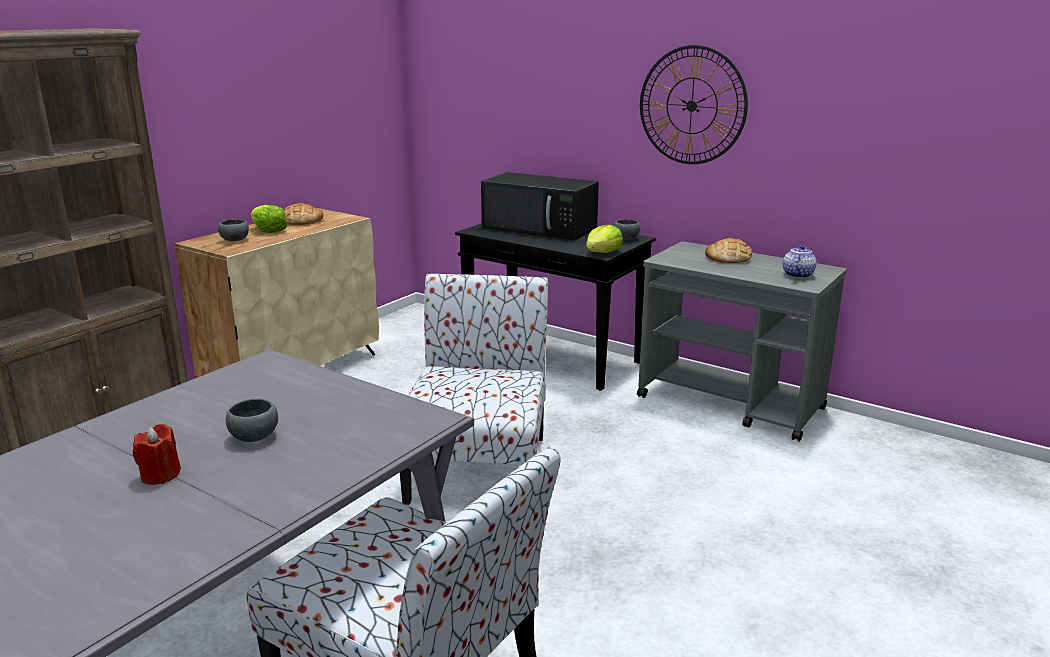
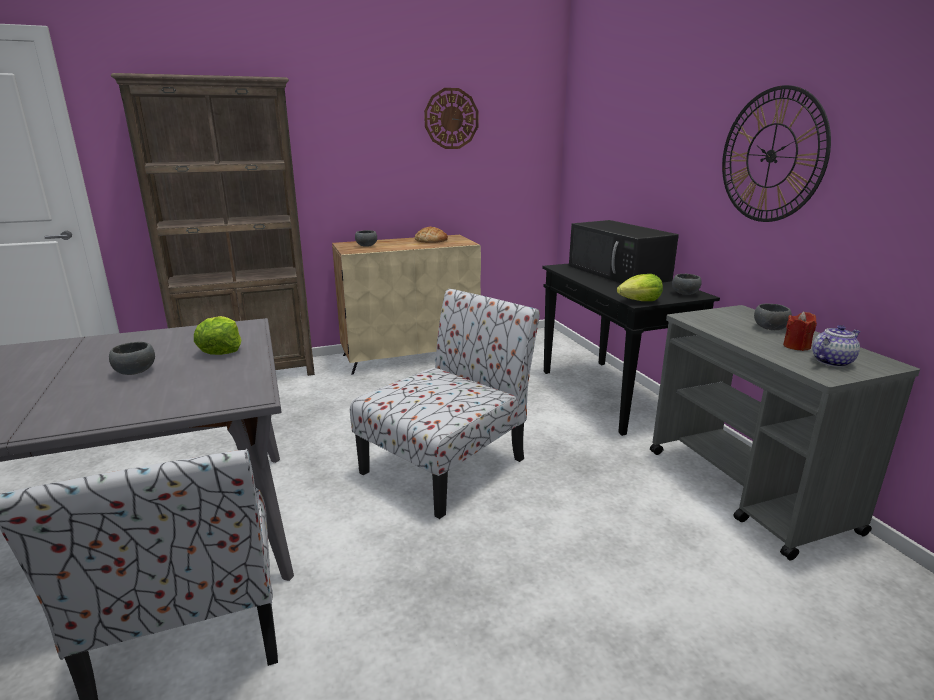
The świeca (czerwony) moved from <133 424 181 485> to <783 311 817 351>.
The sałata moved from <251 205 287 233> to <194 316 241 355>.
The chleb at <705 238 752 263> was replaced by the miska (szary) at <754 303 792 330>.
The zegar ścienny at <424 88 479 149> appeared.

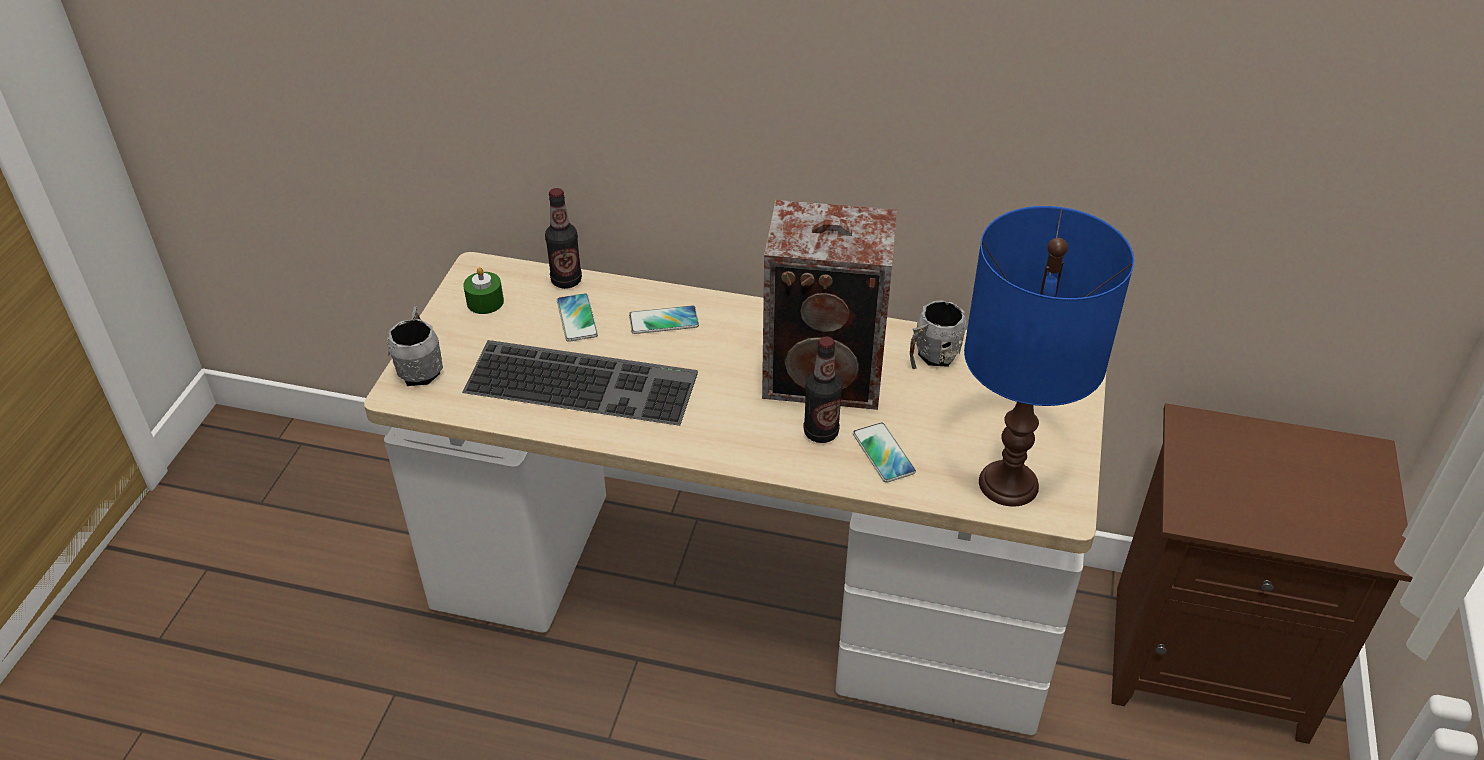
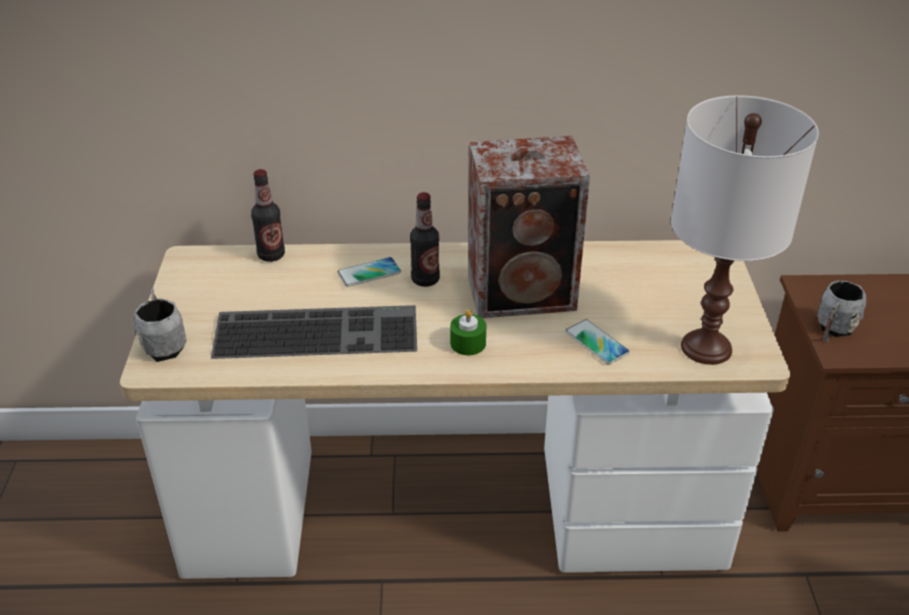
The świeca (zielony) moved from <463 267 504 314> to <450 310 486 355>.
The telefon at <557 293 598 342> disappeared.
The butelka moved from <804 336 842 443> to <410 192 440 287>.
The kubek (szary) moved from <910 300 967 369> to <817 281 866 342>.
The lampa stołowa (niebieski) at <964 206 1134 506> became the lampa stołowa (biały) at <671 95 819 365>.

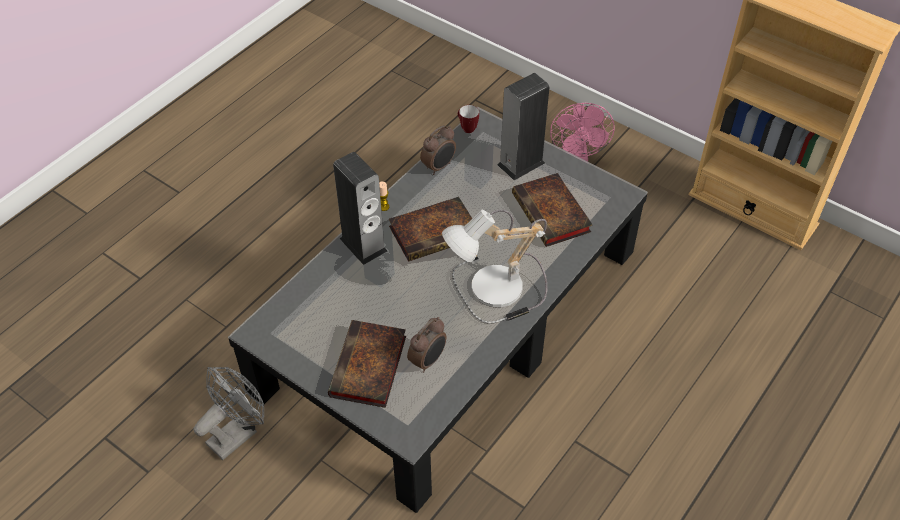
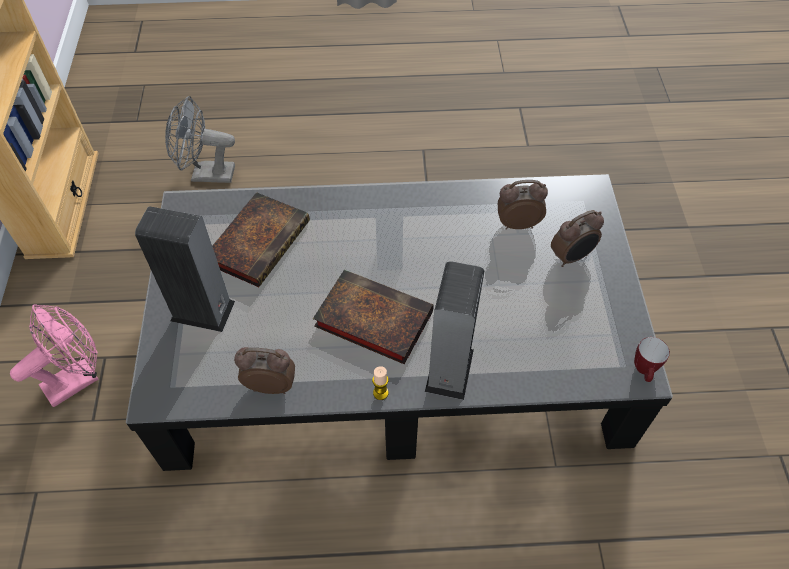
The wentylator (szary) moved from <193 367 264 460> to <165 96 235 183>.
The książka at <328 320 406 408> was replaced by the budzik at <551 210 604 267>.
The lampa stołowa at <442 209 547 324> disappeared.
The kubek moved from <458 105 479 133> to <634 337 670 382>.

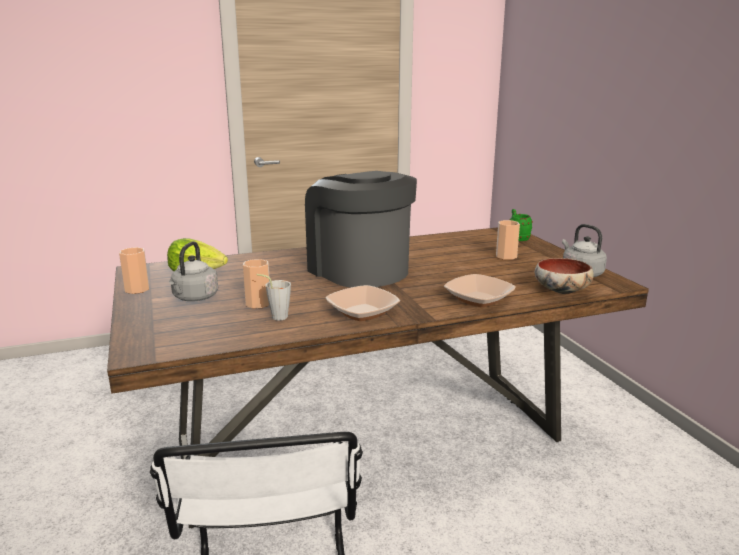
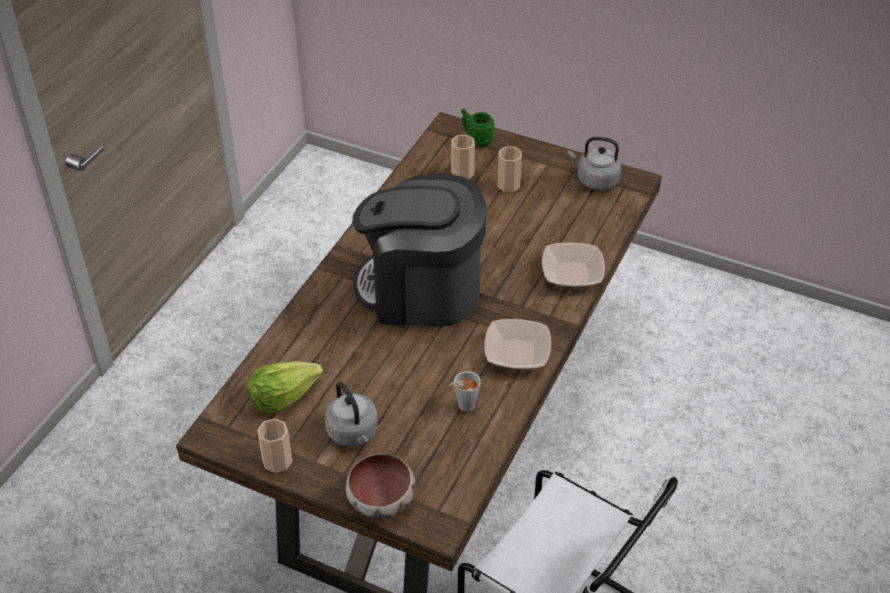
The filiżanka moved from <243 259 270 309> to <451 135 475 179>.
The miska moved from <535 258 594 294> to <346 454 416 518>.

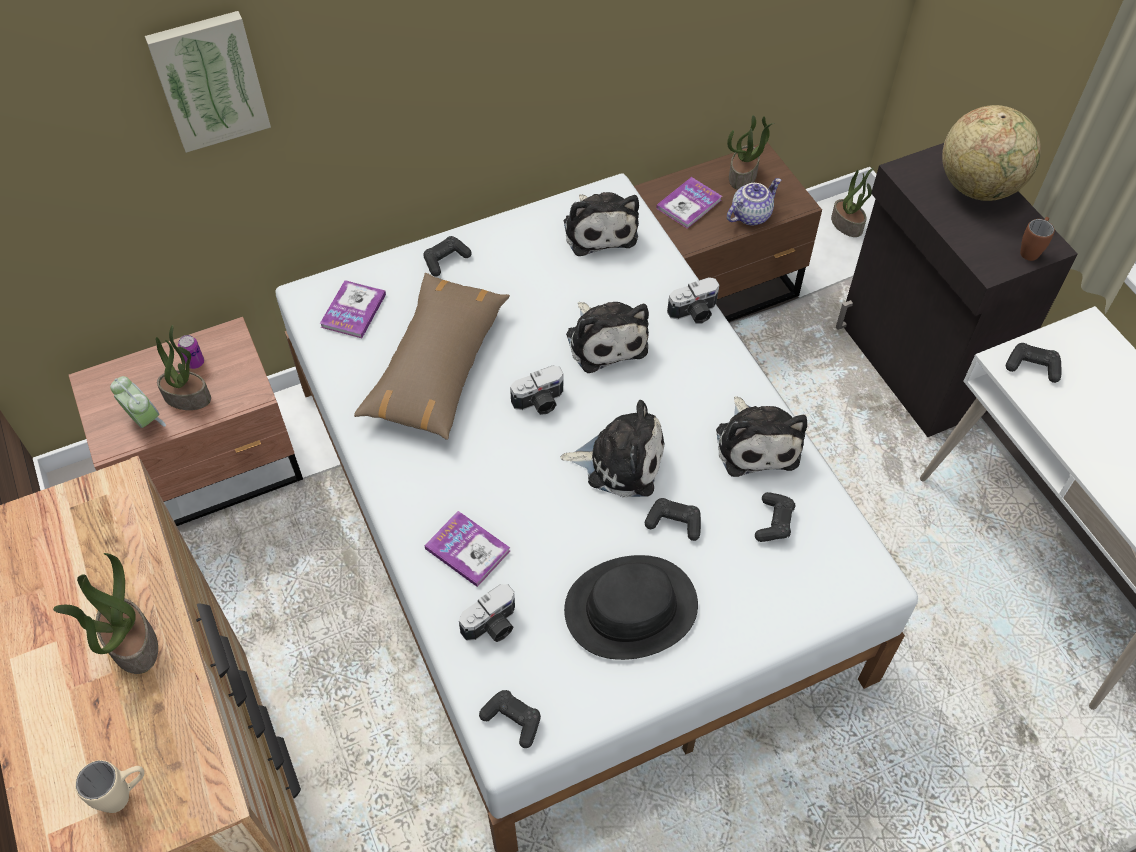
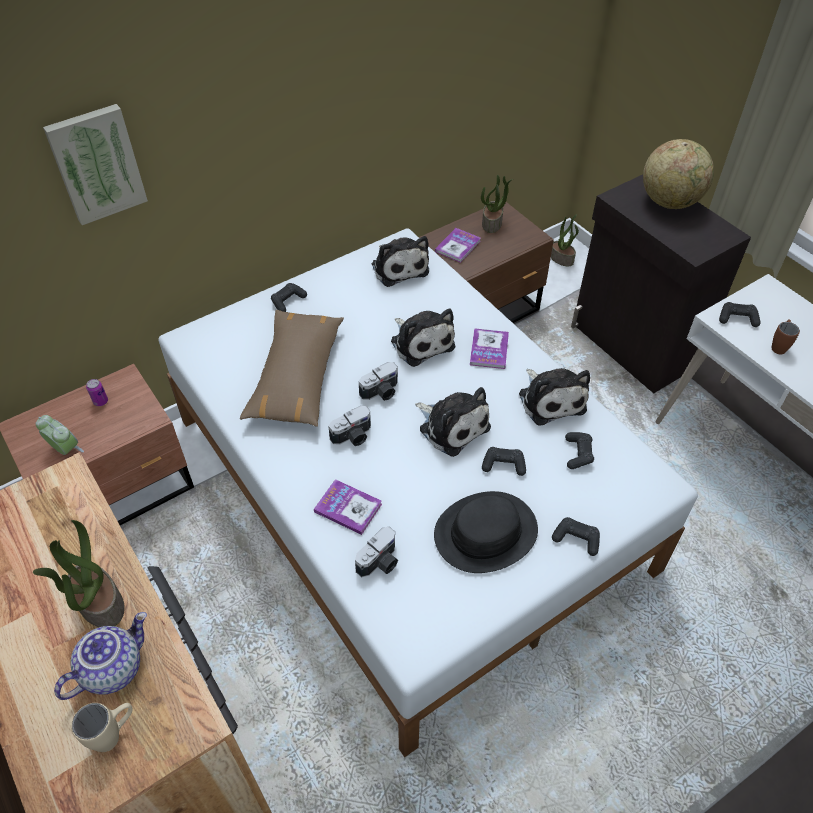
The roślina doniczkowa at <156 325 211 410> disappeared.
The książka moved from <320 280 386 338> to <470 328 509 369>.
The pad do gier (czarny) moved from <479 690 541 748> to <552 517 600 556>.
The pluszak at <560 400 664 497> turned 45 degrees clockwise.
The aparat fotograficzny moved from <667 277 719 324> to <328 406 371 446>.
The imbryk moved from <727 178 781 225> to <54 612 147 700>.
The kubek (brązowy) moved from <1020 217 1055 261> to <772 319 800 354>.

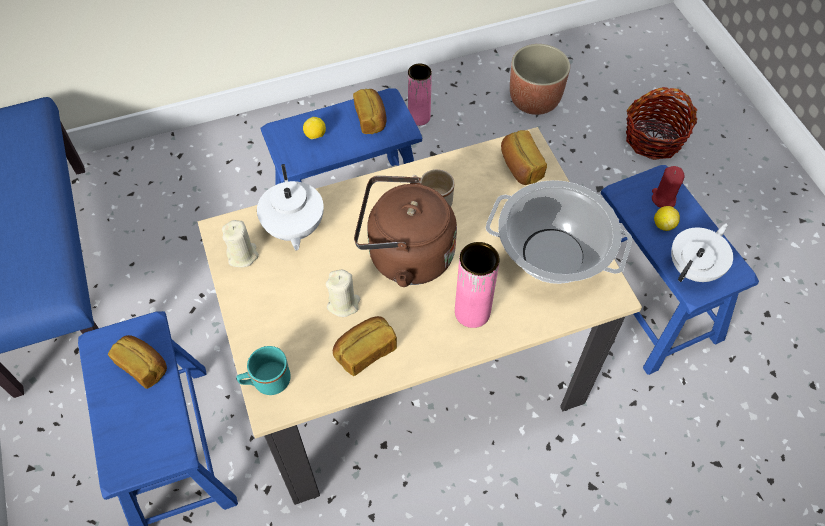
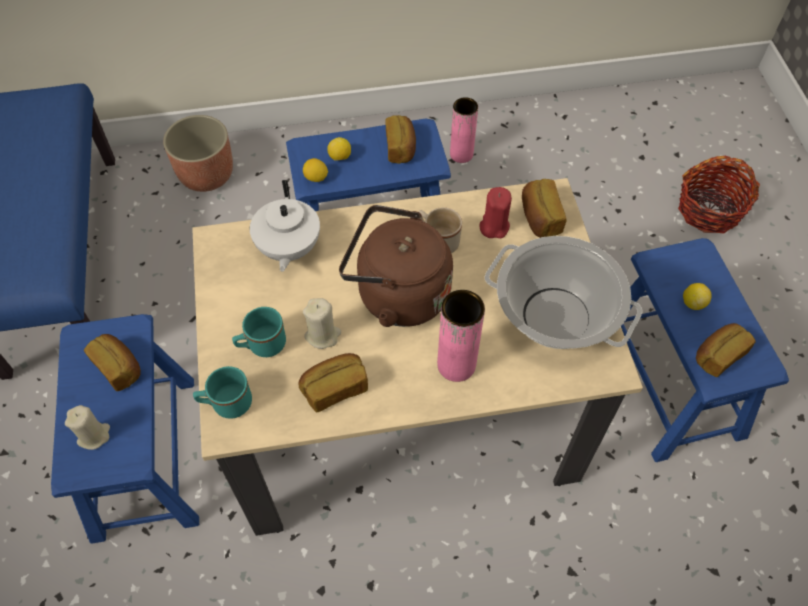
The świeca (beżowy) moved from <222 220 259 267> to <65 405 110 450>.
The donica moved from <510 44 570 115> to <163 115 233 192>.
The świeca (czerwony) moved from <652 166 684 208> to <479 187 512 238>.
The imbryk (biały) at <671 223 733 282> was replaced by the chleb at <696 323 756 377>.
The kubek (turkusowy) at <232 307 286 357> appeared.
The cytryna at <303 158 328 182> appeared.

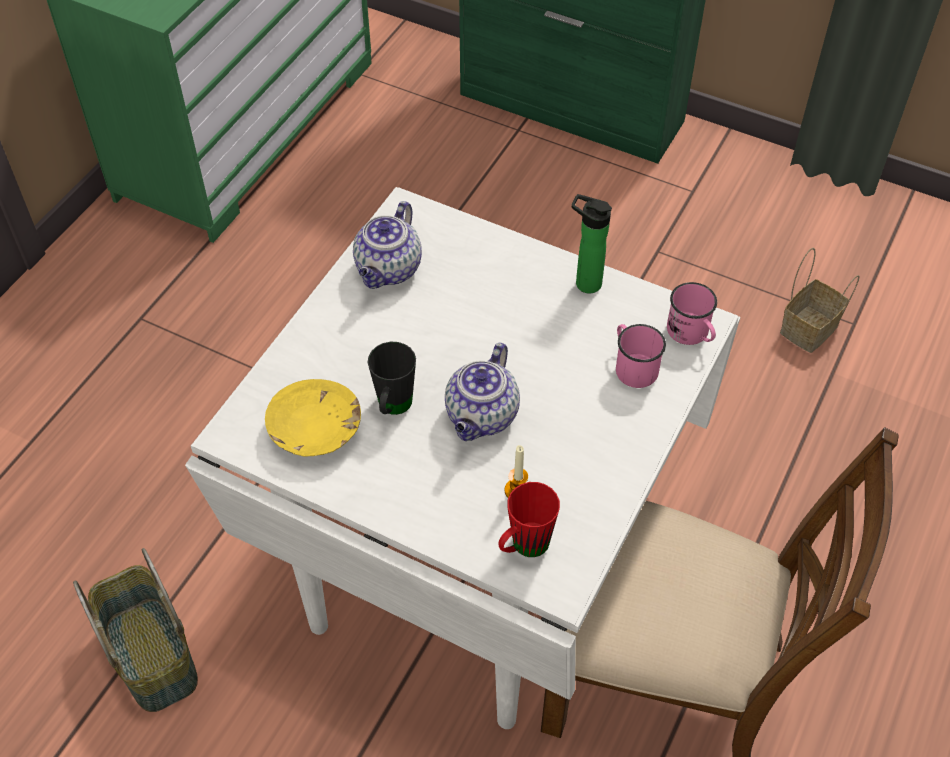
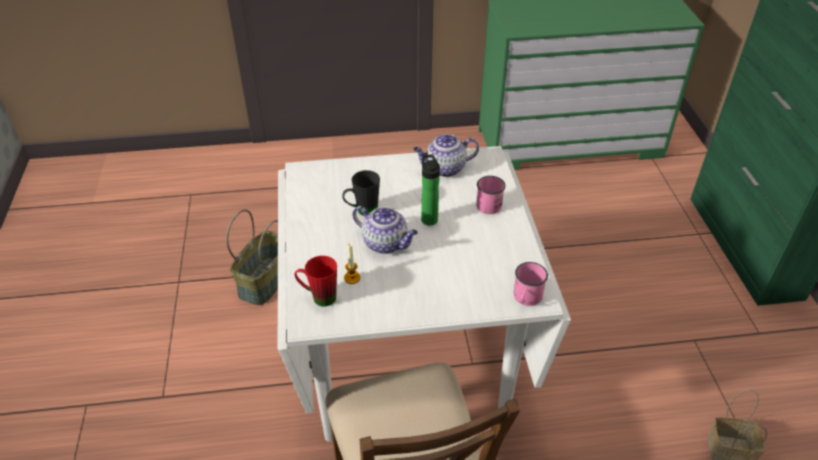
The miska (żółty) at <265 379 361 457> disappeared.
The imbryk at <445 342 520 441> turned 135 degrees counterclockwise.
The butelka moved from <572 194 612 294> to <421 154 440 226>.
The kubek (różowy) moved from <616 324 666 388> to <476 176 506 214>.

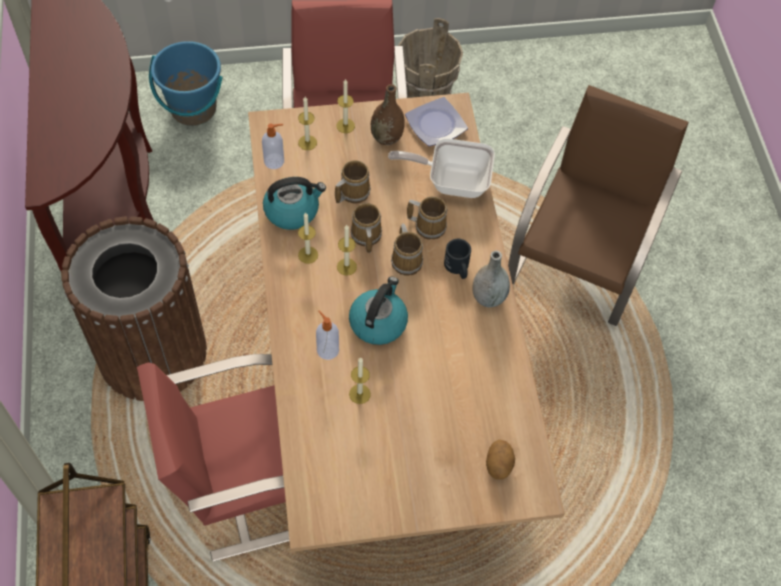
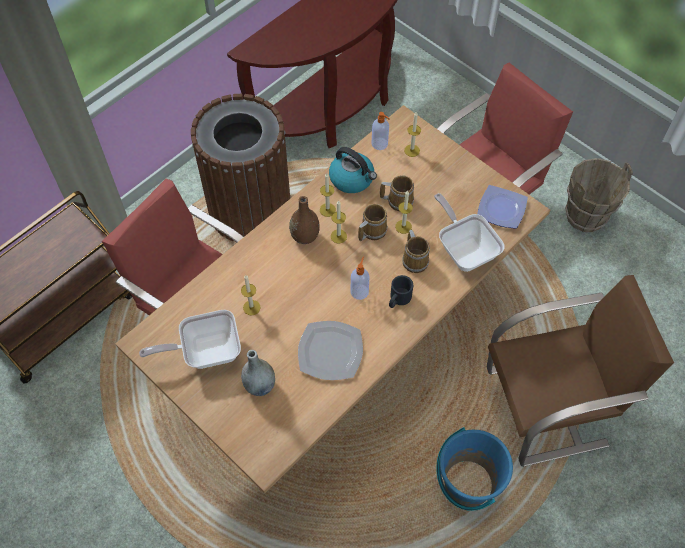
The wiadro (niebieski) moved from <149 41 223 126> to <436 427 513 511>.
The dozownik mydła moved from <316 310 339 360> to <350 257 370 300>.
The świeca moved from <336 79 355 133> to <395 190 413 234>.
The czajnik at <349 277 408 345> disappeared.
The wazon (brązowy) moved from <371 84 405 145> to <289 196 320 244>.
The kubek at <391 223 423 276> disappeared.
The wazon (szary) moved from <473 250 510 307> to <241 350 275 396>.
The ziemniak at <486 440 515 479> disappeared.
The patelnia at <139 310 241 369> appeared.
The talerz at <298 321 363 380> appeared.

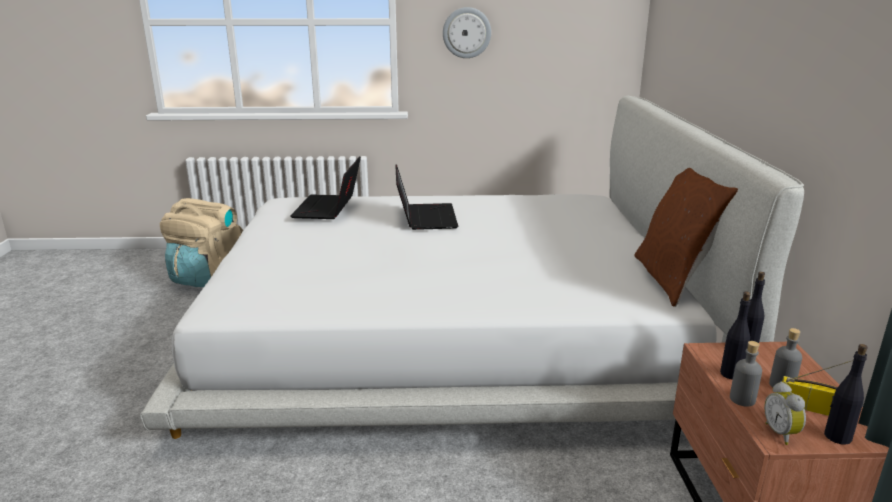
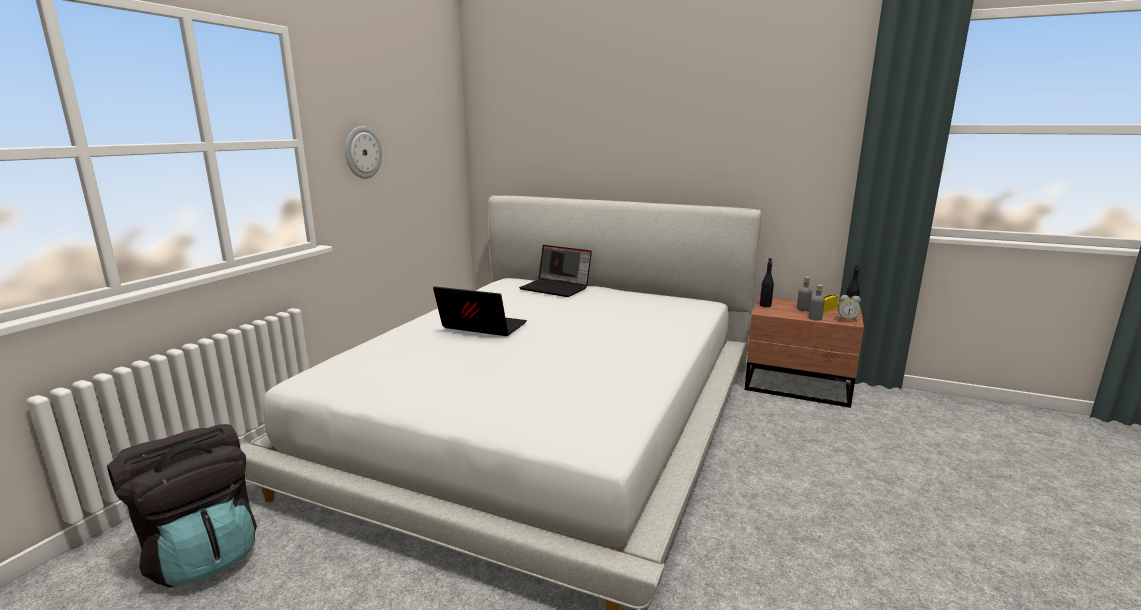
The plecak (beżowy) at <160 198 243 287> became the plecak (czarny) at <107 424 257 587>.
The laptop moved from <290 156 361 219> to <519 245 592 297>.
The poduszka (brązowy) at <635 168 738 307> disappeared.
The butelka (czarny) at <720 292 751 380> disappeared.

